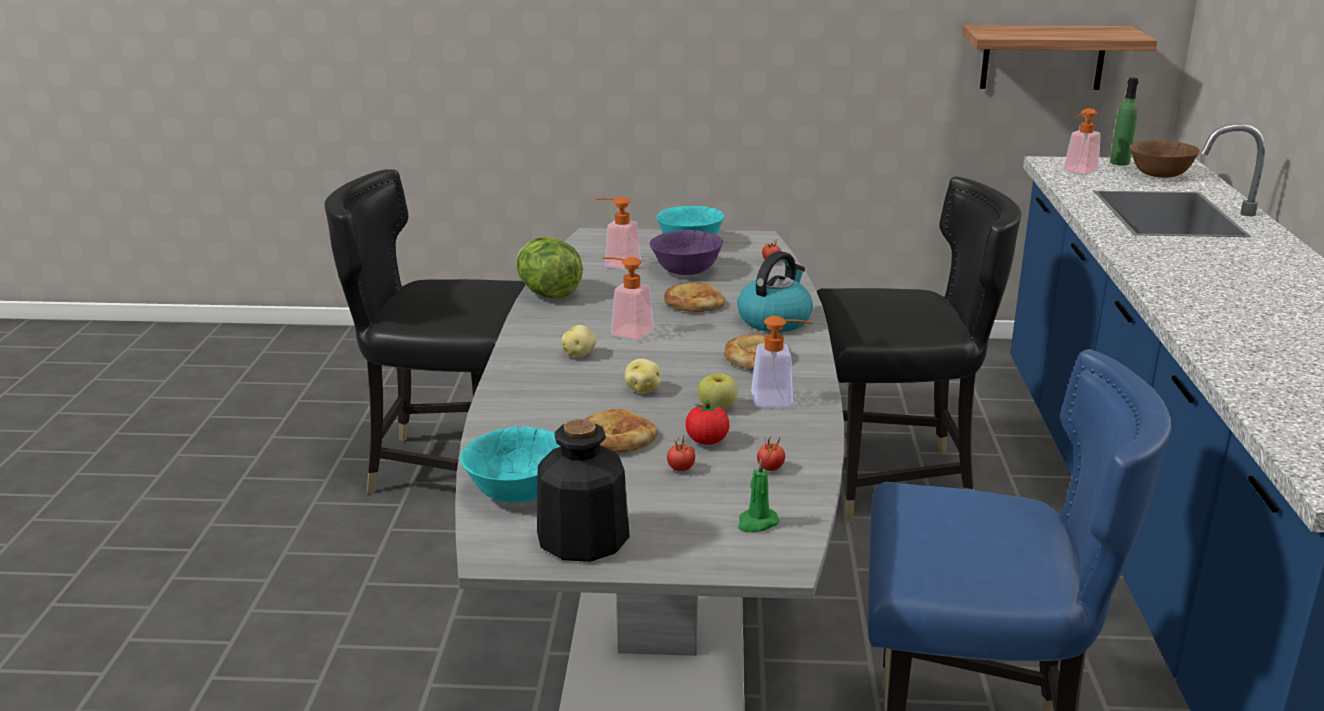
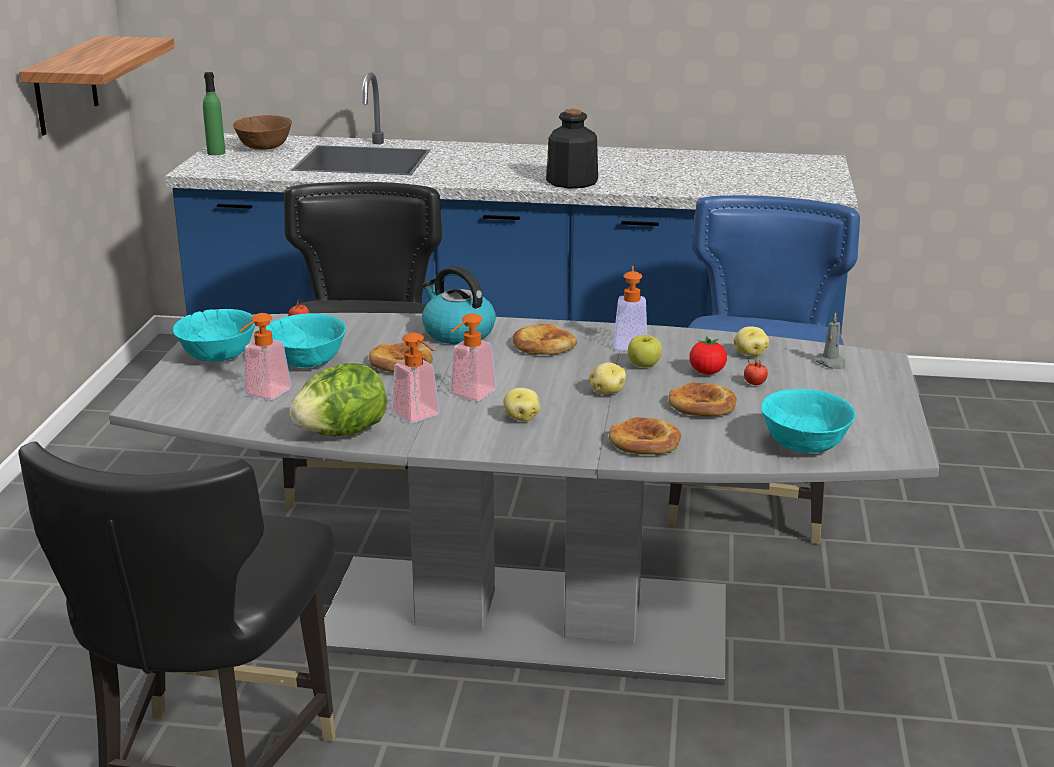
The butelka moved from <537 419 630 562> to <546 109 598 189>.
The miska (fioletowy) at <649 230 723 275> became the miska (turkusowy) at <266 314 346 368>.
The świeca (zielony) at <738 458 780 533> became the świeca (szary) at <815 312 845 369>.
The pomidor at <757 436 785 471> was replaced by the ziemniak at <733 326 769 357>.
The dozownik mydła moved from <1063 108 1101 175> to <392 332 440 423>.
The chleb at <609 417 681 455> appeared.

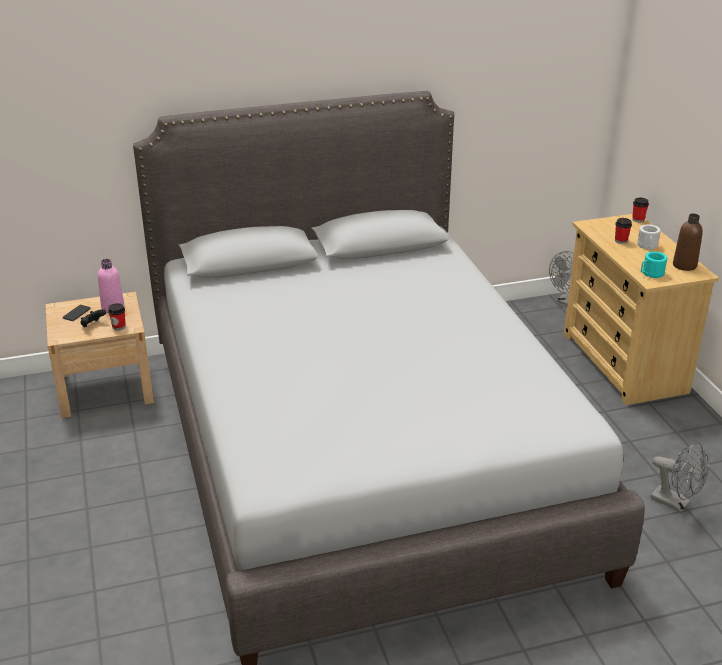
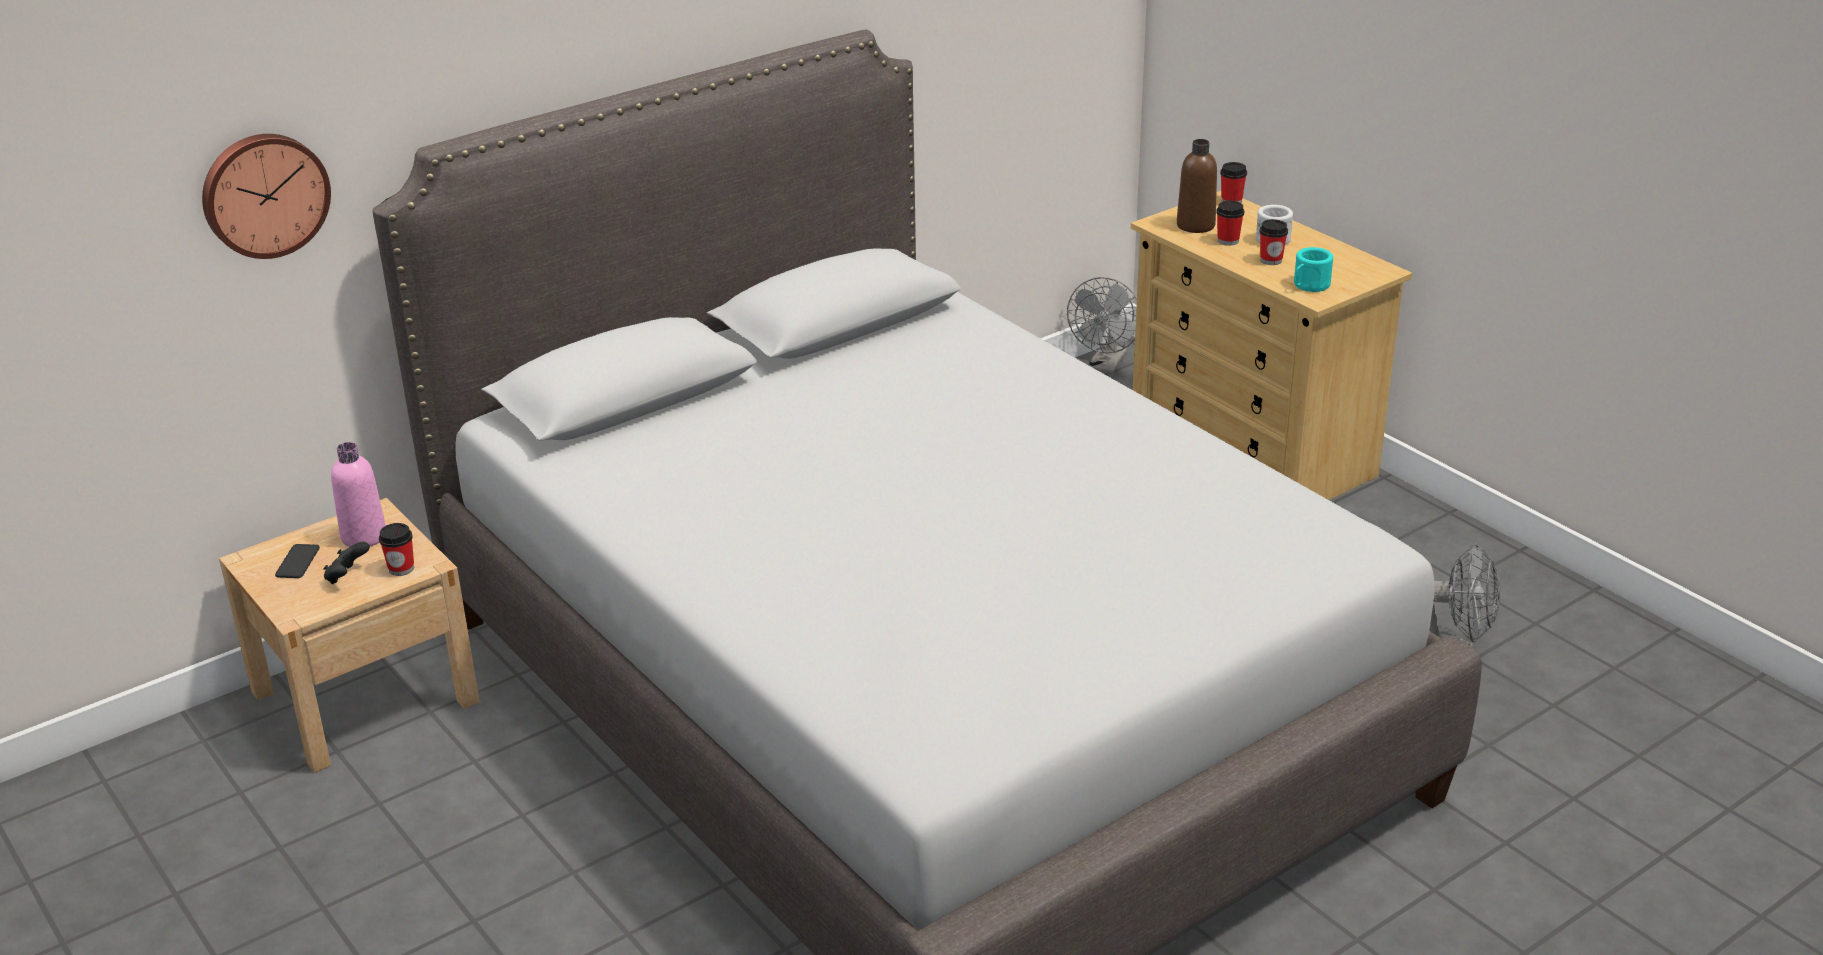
The butelka (brązowy) moved from <673 214 703 271> to <1177 139 1217 233>.
The zegar ścienny at <202 134 331 259> appeared.
The filiżanka at <1259 219 1288 265> appeared.

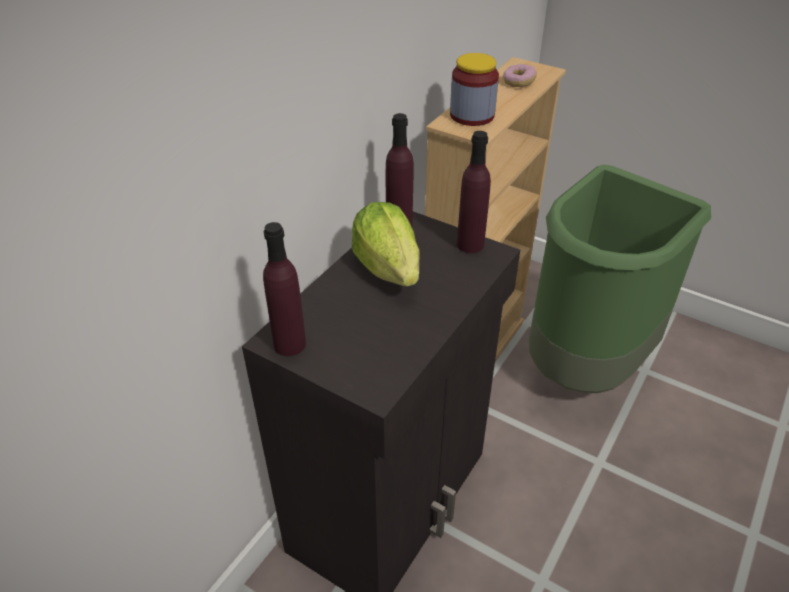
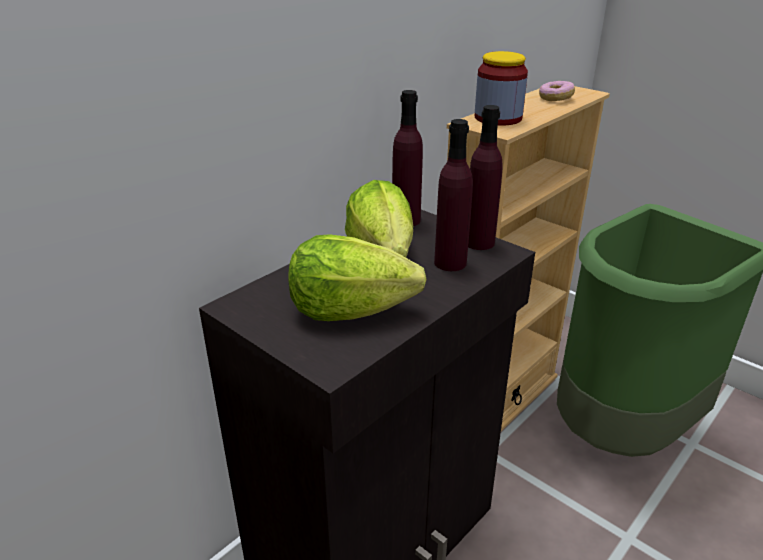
The butelka (fioletowy) moved from <263 222 306 356> to <434 119 473 271>.
The sałata at <288 234 426 321> appeared.

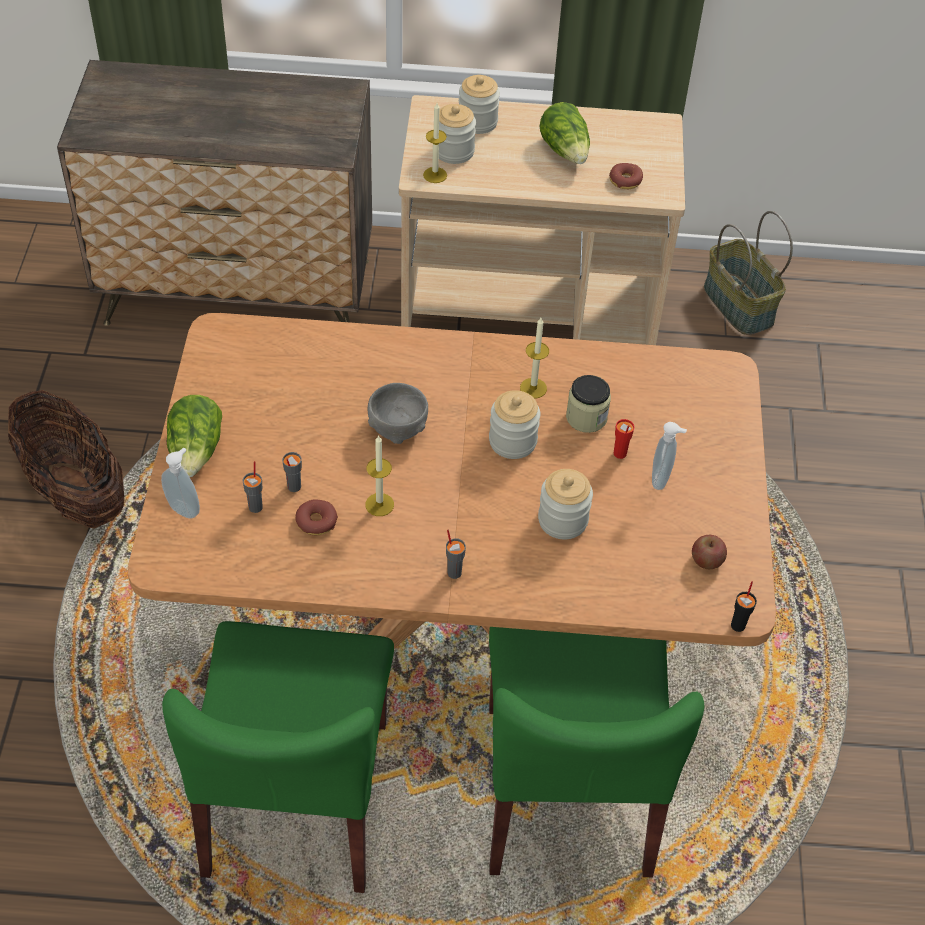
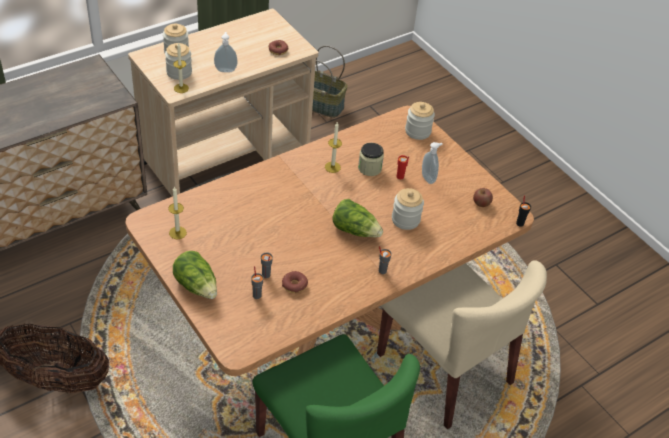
The dozownik mydła moved from <161 448 200 519> to <214 32 237 73>.
The świeca moved from <365 435 394 516> to <168 186 187 239>.
The miska (szary) at <368 383 428 444> disappeared.
The słoik moved from <489 390 541 459> to <405 102 435 140>.
The krzesło (zielony) at <489 627 704 877> became the krzesło (beżowy) at <377 260 547 429>.
The sałata moved from <539 102 590 164> to <332 199 383 237>.

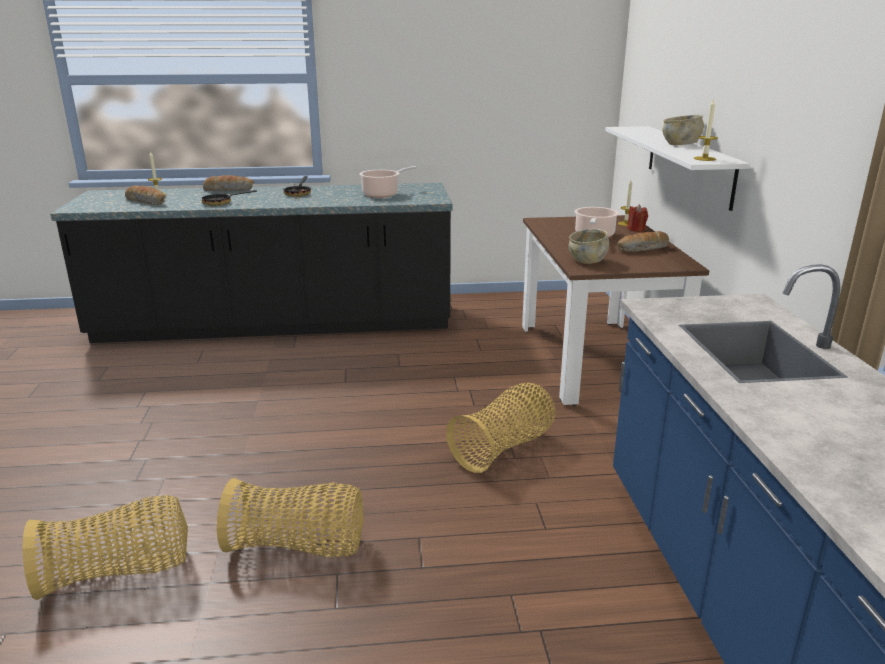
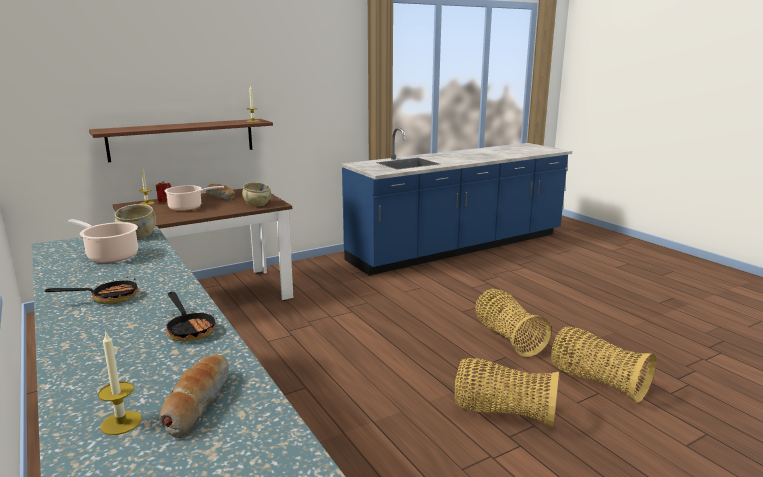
The chleb at <203 175 254 191> disappeared.
The koszyk moved from <446 383 555 473> to <455 358 559 428>.
The półka (biały) at <605 126 750 211> became the półka (brązowy) at <89 119 273 162>.
The miska (beżowy) moved from <662 115 704 145> to <115 204 156 239>.

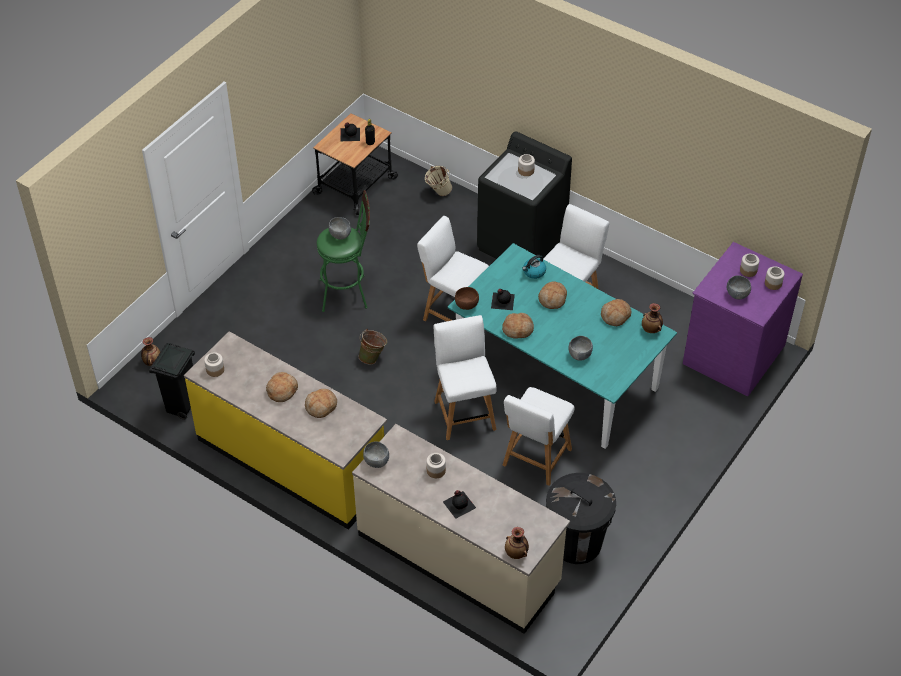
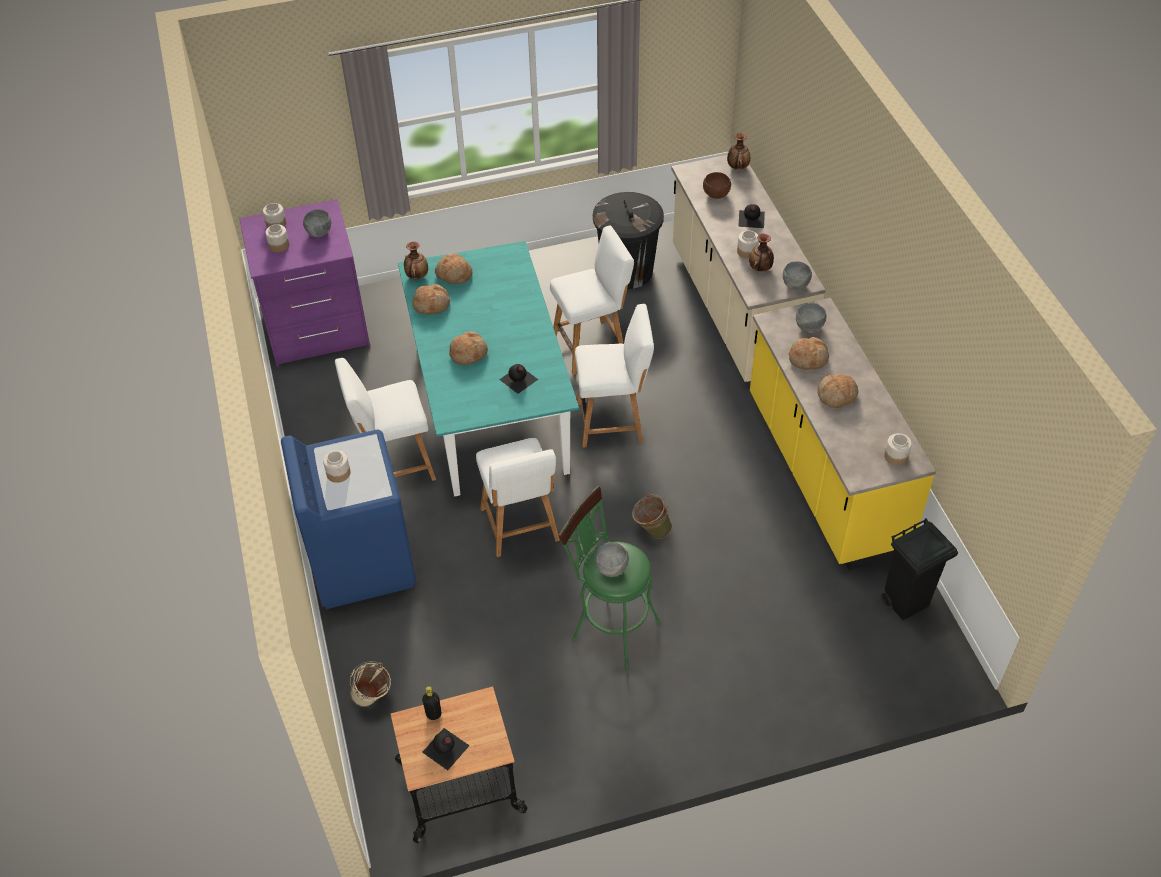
The wazon moved from <141 337 160 366> to <749 234 774 272>.
The krzesło (biały) at <433 315 497 440> turned 120 degrees counterclockwise.
The miska (brązowy) moved from <455 287 479 310> to <703 172 731 199>.
The pralka (czarny) at <477 131 572 259> became the pralka (niebieski) at <281 430 416 609>.
The chleb moved from <502 313 534 338> to <435 253 472 284>.
The czajnik at <522 255 546 279> disappeared.
The miska (szary) moved from <568 336 593 360> to <796 303 826 332>.

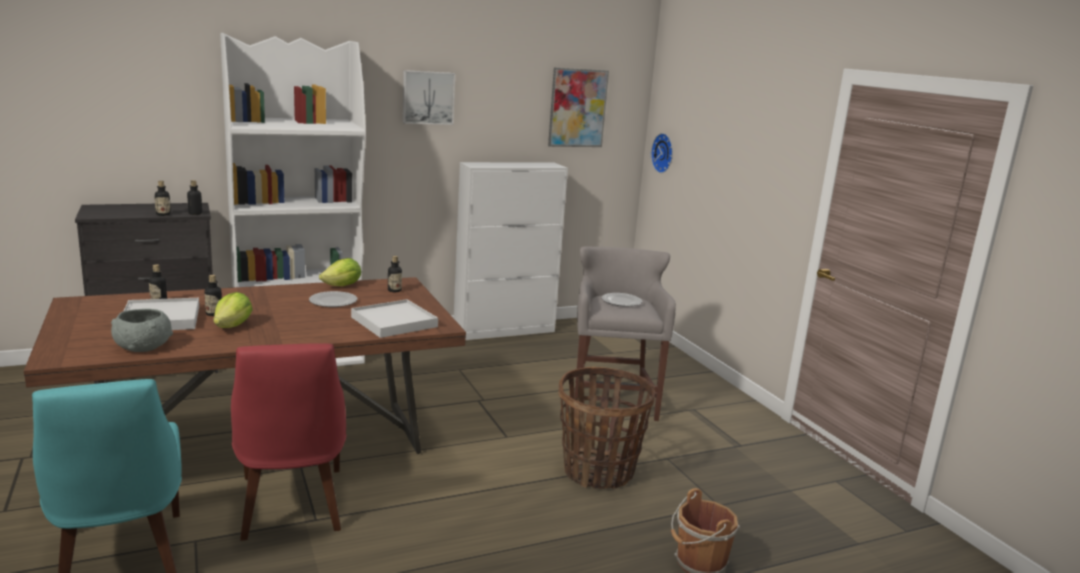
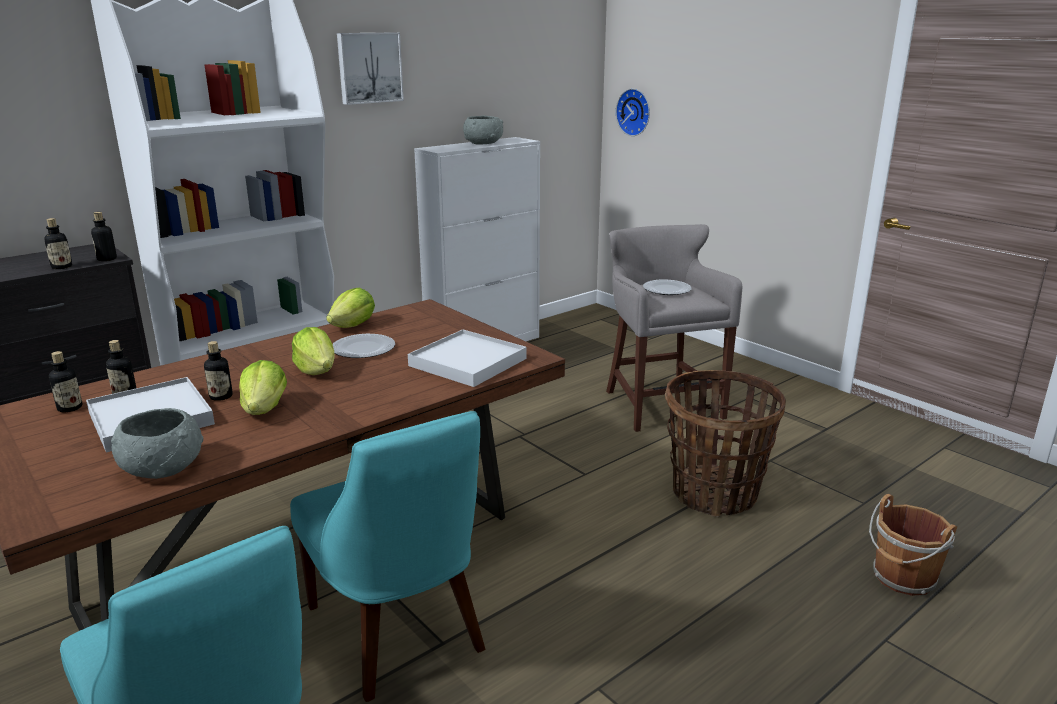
The krzesło (czerwony) at <231 343 346 541> became the krzesło (turkusowy) at <290 411 485 702>.
The butelka moved from <388 256 402 292> to <49 351 83 412>.
The obraz at <548 68 609 147> disappeared.
The sałata at <292 327 335 375> appeared.
The miska (szary) at <463 116 503 145> appeared.

